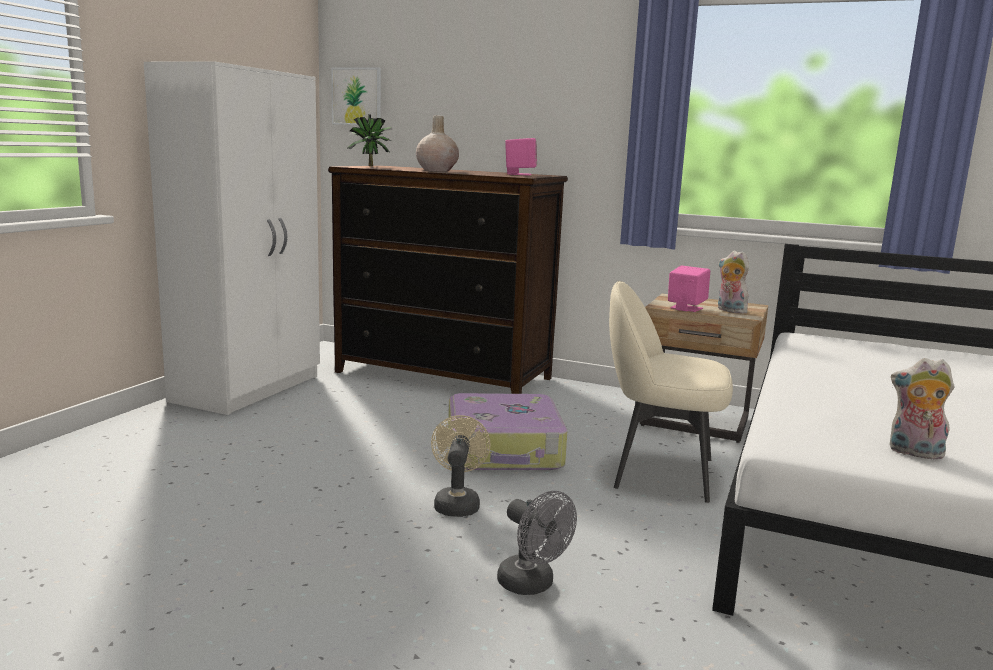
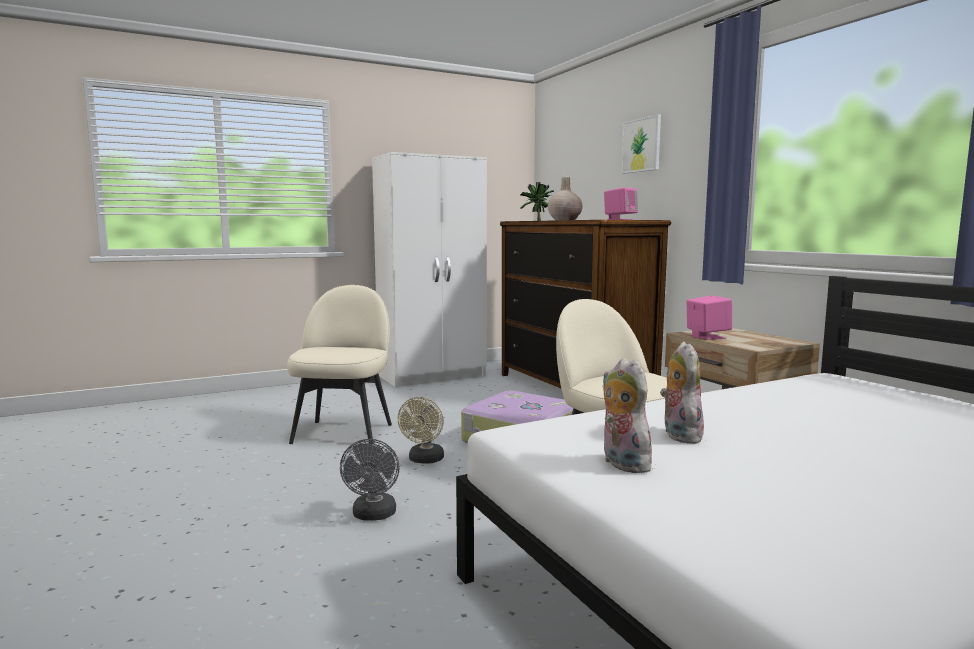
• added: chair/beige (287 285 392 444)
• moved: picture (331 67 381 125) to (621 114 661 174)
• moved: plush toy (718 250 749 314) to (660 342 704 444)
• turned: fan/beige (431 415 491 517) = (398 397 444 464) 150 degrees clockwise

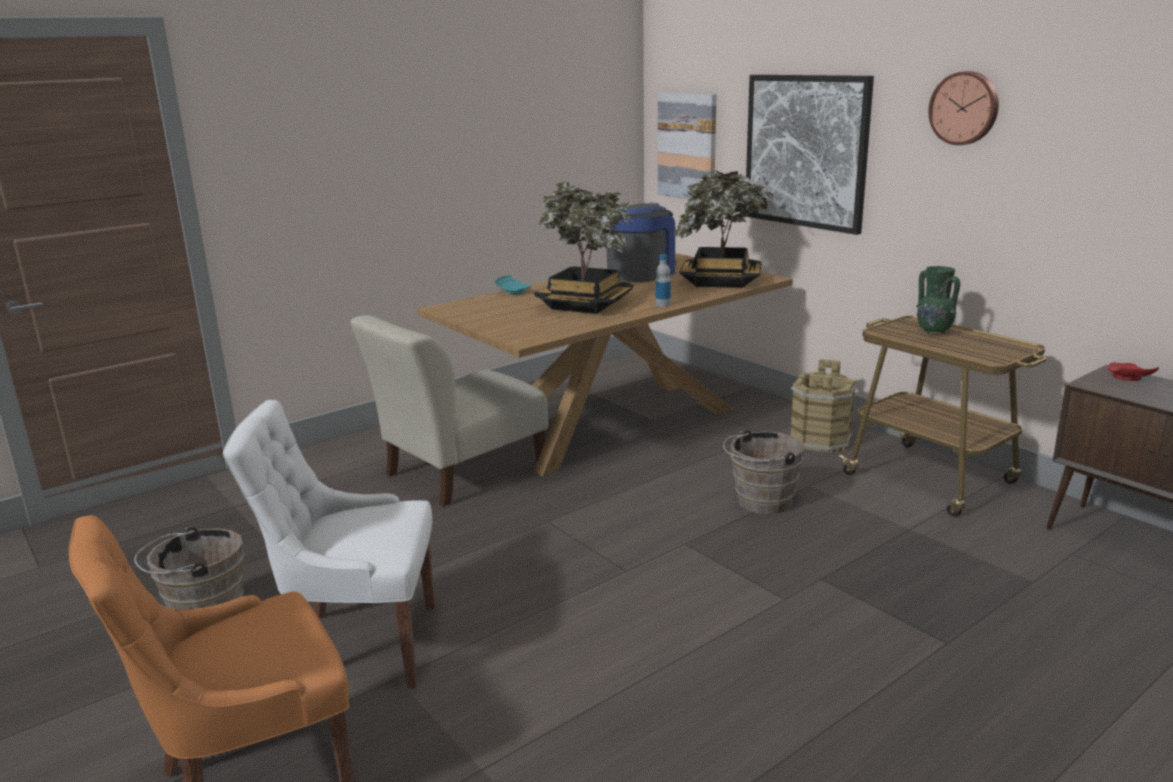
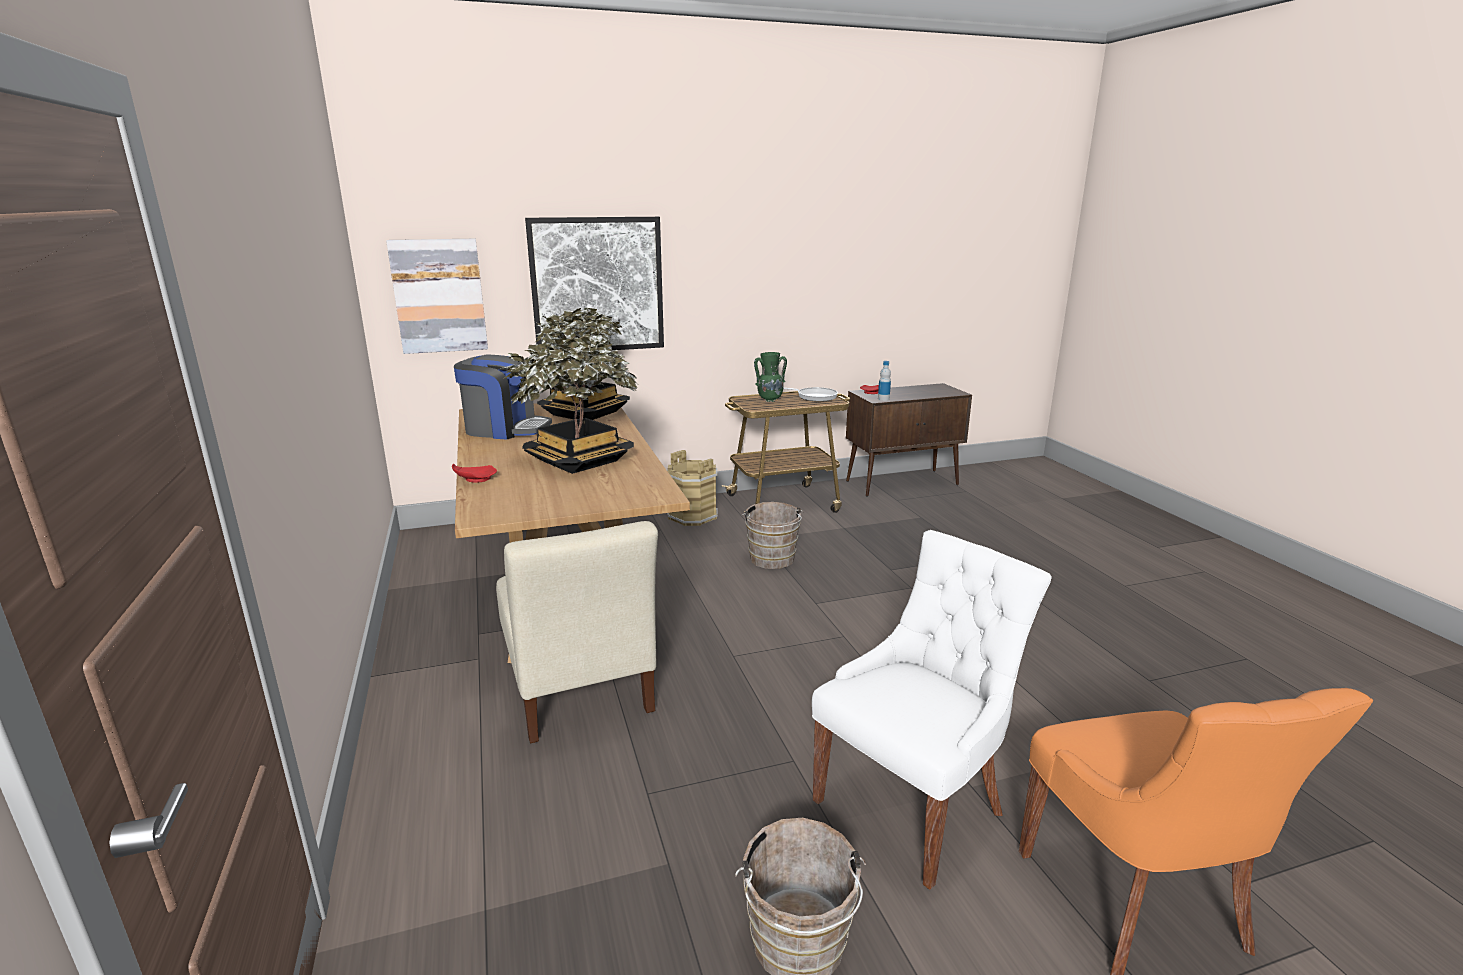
• removed: wall clock (928 71 999 145)
• added: frying pan (783 387 838 402)
• moved: bottle (655 254 671 307) to (878 361 891 401)
• recoloured: plate/turquoise (495 275 531 295) to plate/red (452 464 497 483)
• turned: chair/white (223 400 435 689) = (812 530 1052 890) 150 degrees counterclockwise
• turned: coffee machine (607 203 677 282) = (454 354 552 440) 135 degrees clockwise

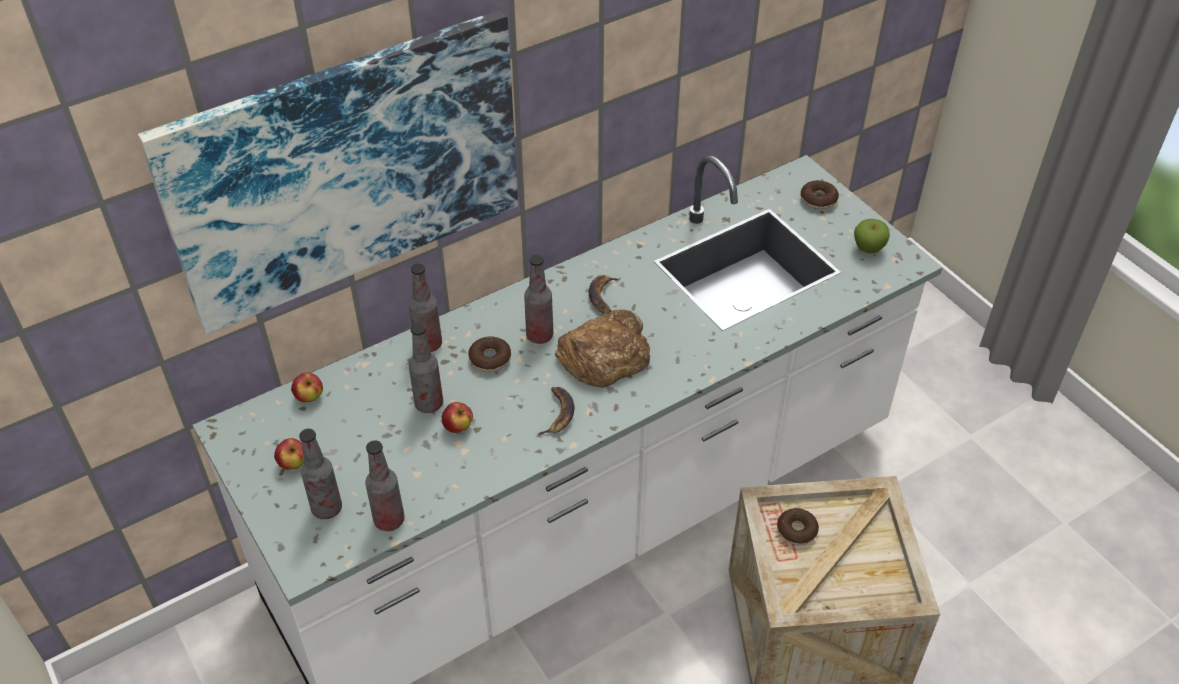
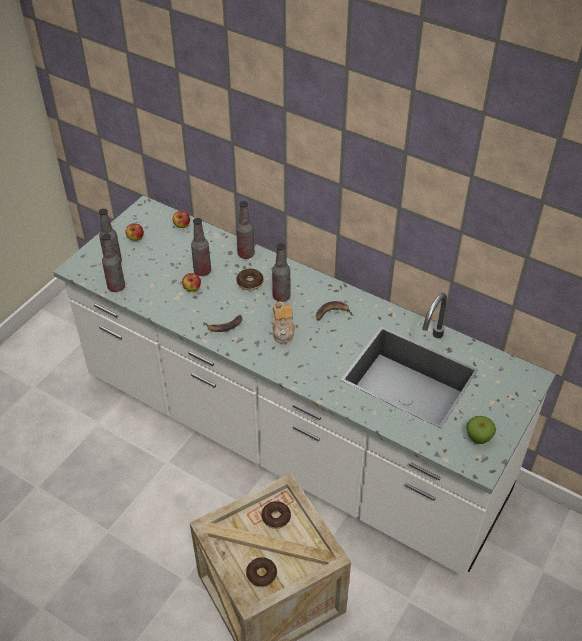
• removed: picture (138 10 518 334)
• moved: donut (800 180 839 209) to (246 557 277 587)
• replaced: bread (555 309 650 387) to teapot (272 301 295 344)

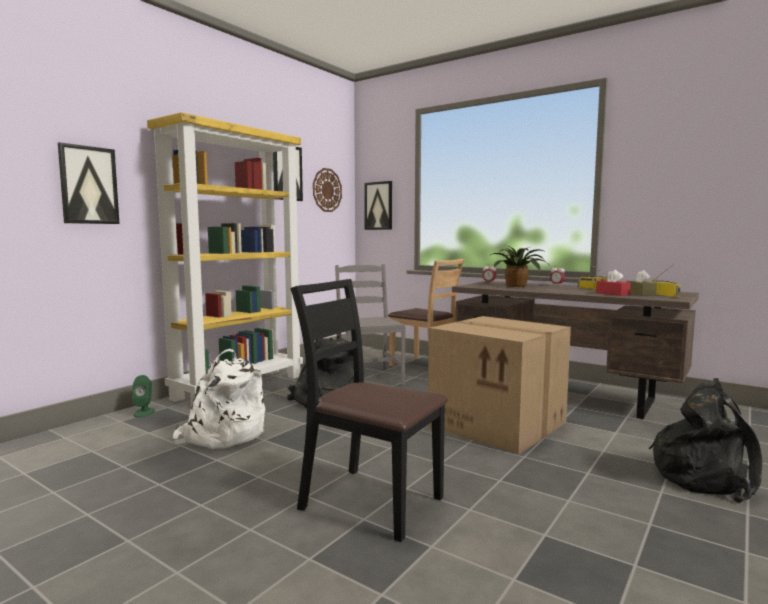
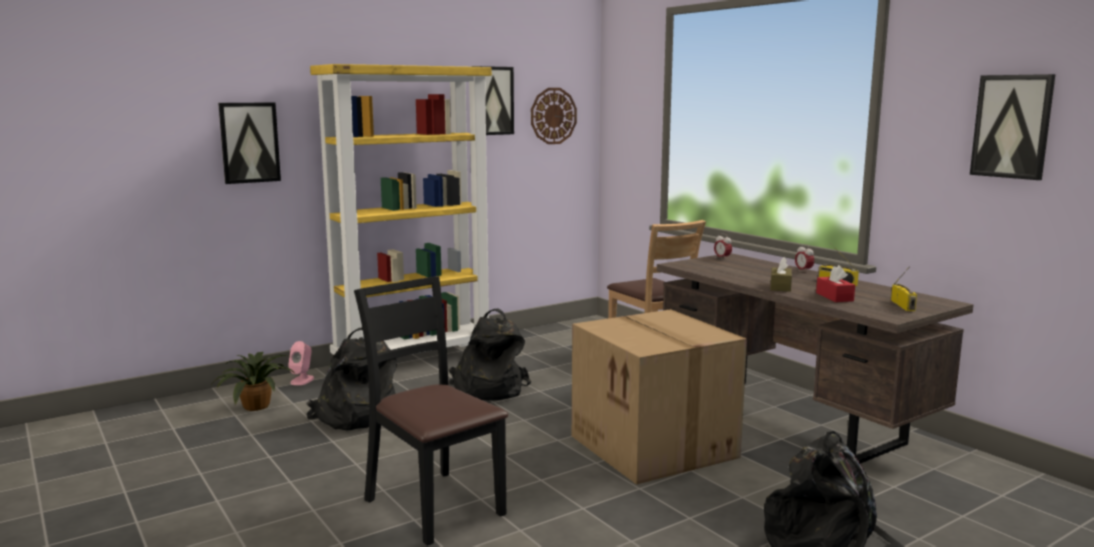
• removed: chair/grey (335 264 405 384)
• moved: picture (364 181 392 230) to (970 74 1055 180)
• moved: potted plant (490 246 547 287) to (210 352 295 411)
• moved: tissue box/brown (626 270 657 296) to (770 257 792 292)
• recoloured: speaker/green (132 375 155 418) to speaker/pink (288 341 314 385)
• recoloured: backpack/white (173 349 265 449) to backpack/black (306 327 397 430)

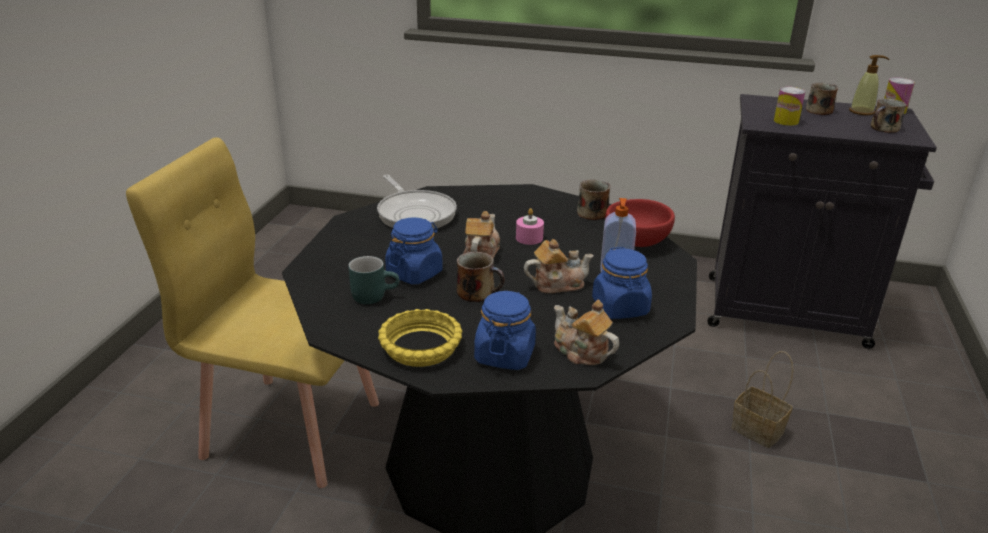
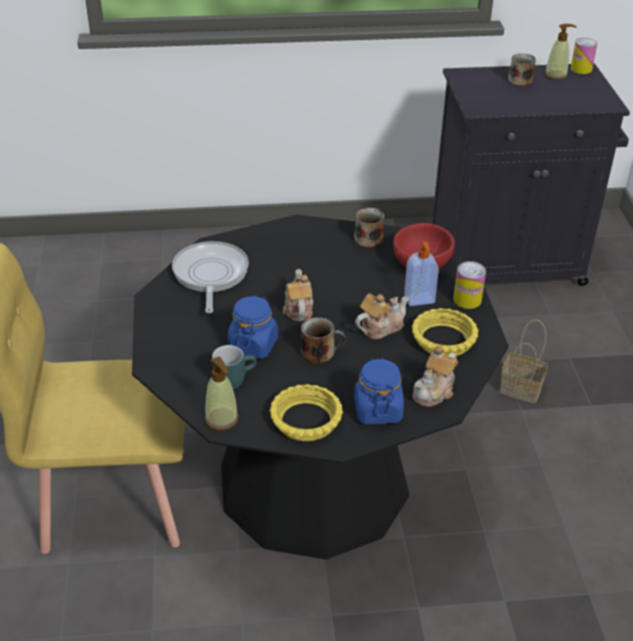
• removed: candle/pink (516 208 544 245)
• removed: mug (871 98 907 133)
• added: soap dispenser (205 356 239 430)
• moved: can (774 87 805 126) to (453 261 486 309)
• replaced: jar/blue (592 247 652 319) to bowl/yellow (412 308 479 356)
• turned: frying pan (377 175 457 230) = (172 241 249 313) 135 degrees counterclockwise
• turned: teapot (554 300 619 365) = (412 346 458 407) 75 degrees counterclockwise

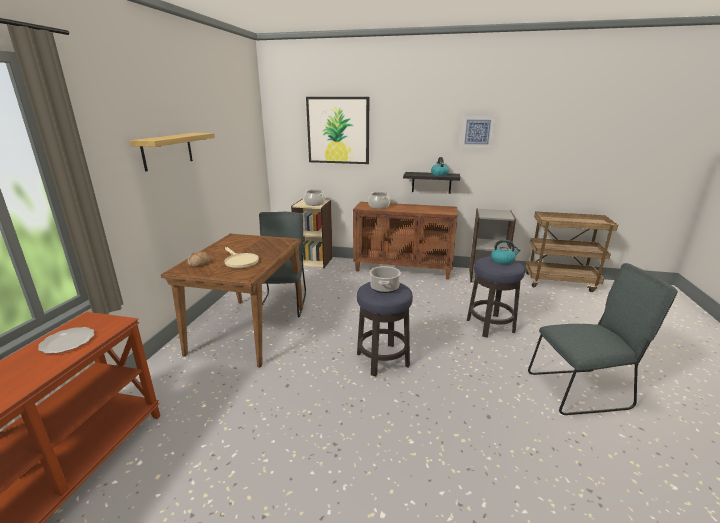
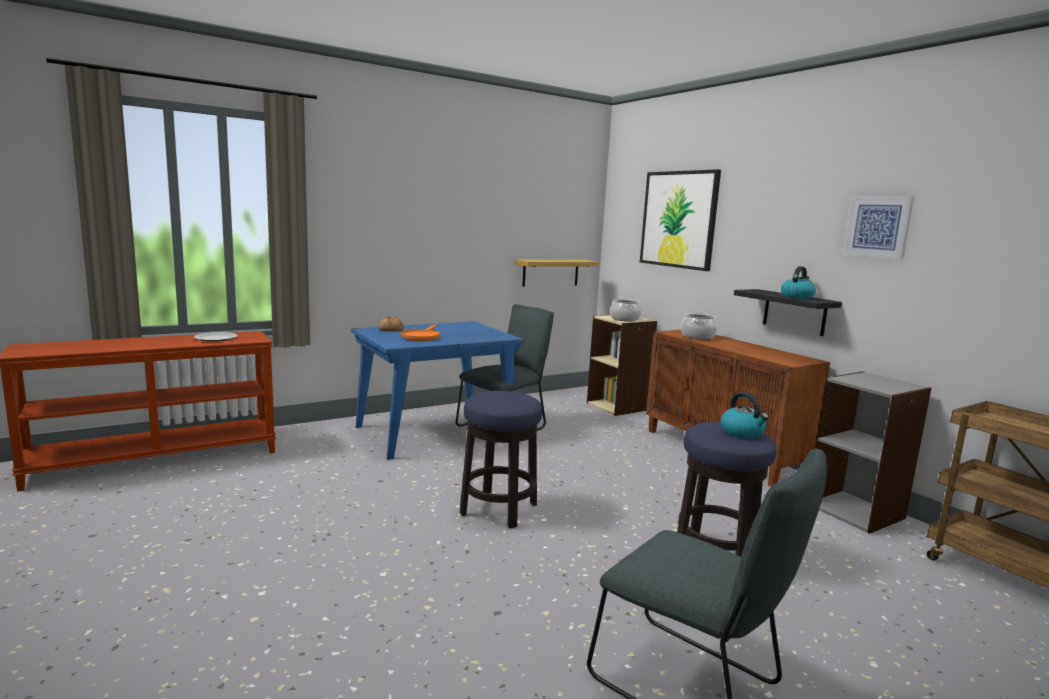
• removed: cooking pot (370 266 401 293)
• moved: shelf (130 133 215 172) to (515 260 600 287)
• recoloured: dining table/brown (161 234 303 367) to dining table/blue (351 321 524 460)
• recoloured: frying pan/beige (225 247 259 268) to frying pan/orange (401 324 440 341)

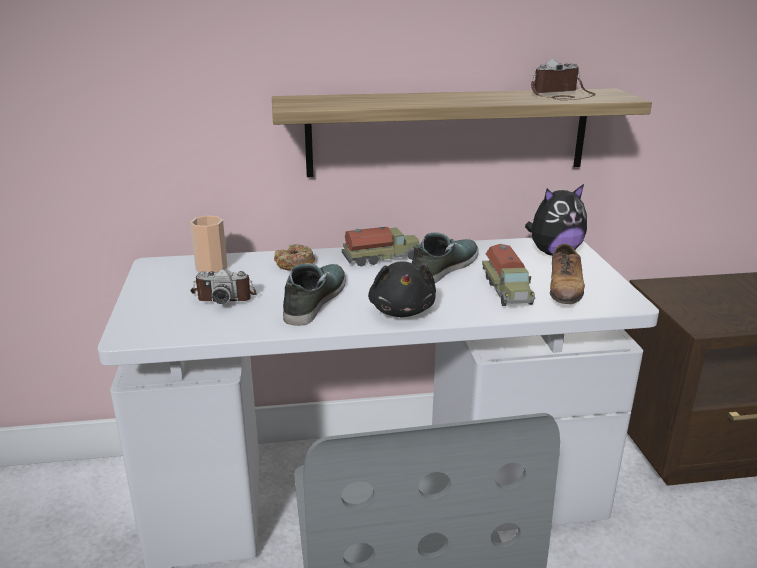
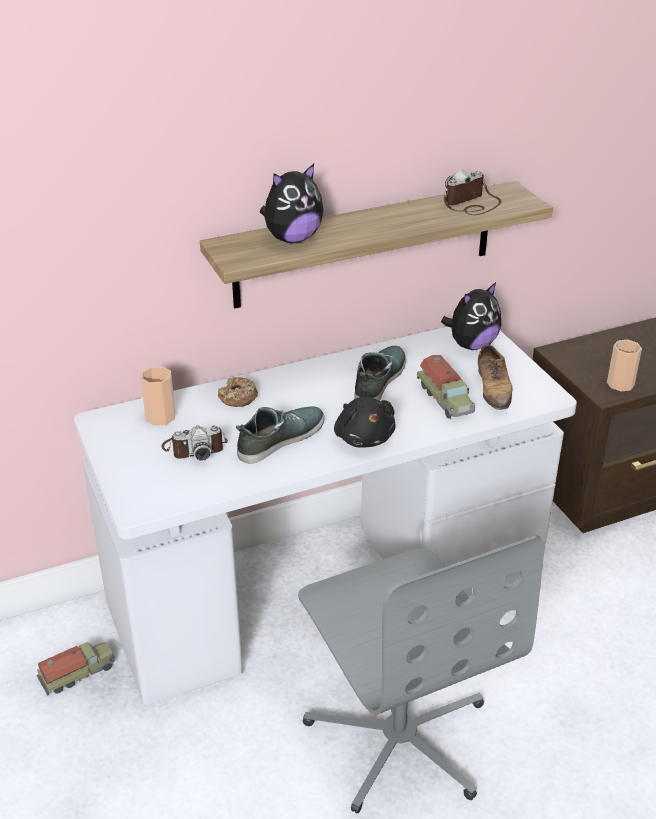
• added: plush toy (260 164 324 243)
• added: cup (607 340 642 391)
• moved: toy truck (342 227 419 267) to (37 642 115 696)
• turned: shoe (283 263 346 326) = (236 406 325 464) 45 degrees clockwise

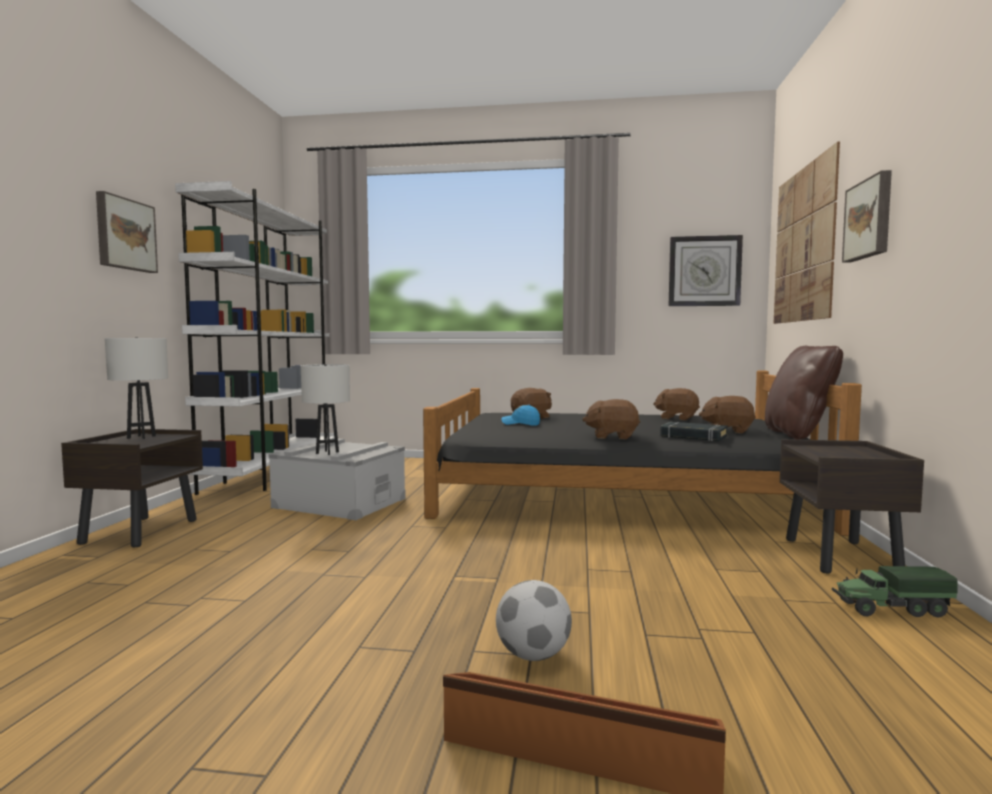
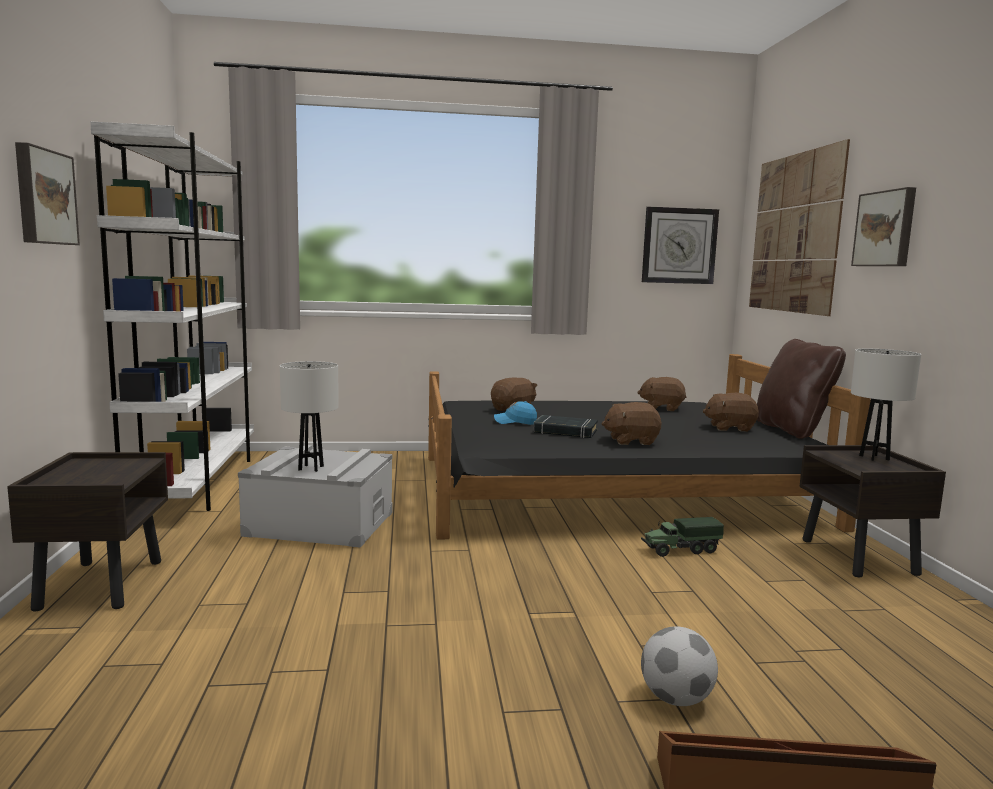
• moved: table lamp/white (105 338 168 439) to (851 349 921 461)
• moved: book/black (660 422 728 441) to (533 415 598 438)
• moved: toy truck (832 566 958 617) to (641 517 724 557)

